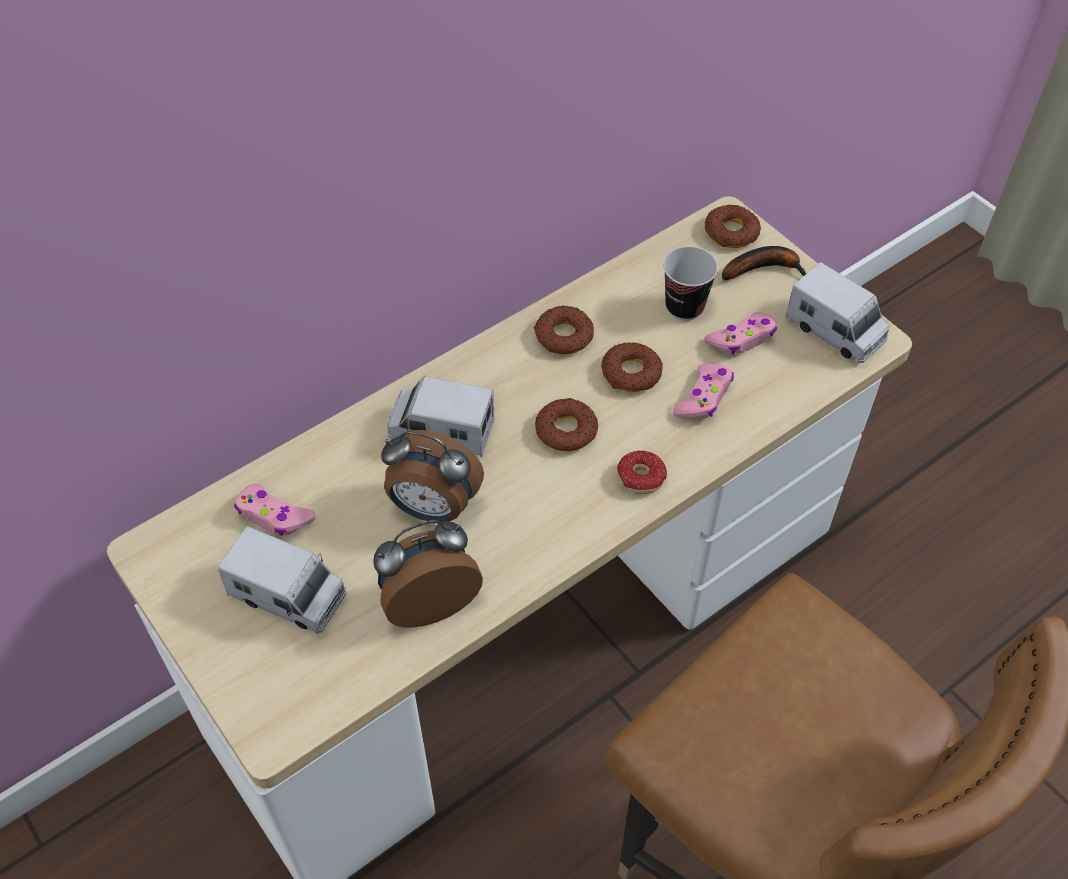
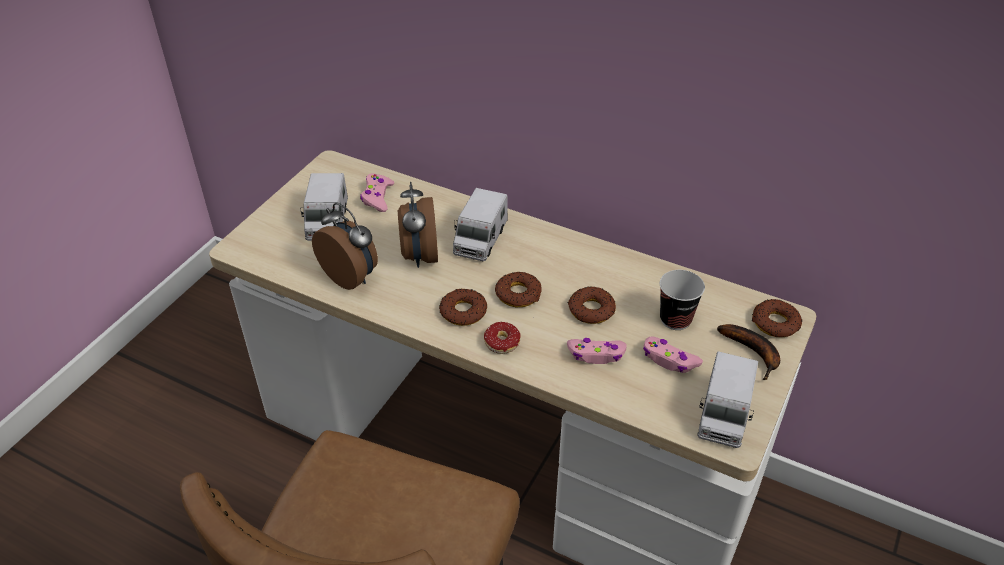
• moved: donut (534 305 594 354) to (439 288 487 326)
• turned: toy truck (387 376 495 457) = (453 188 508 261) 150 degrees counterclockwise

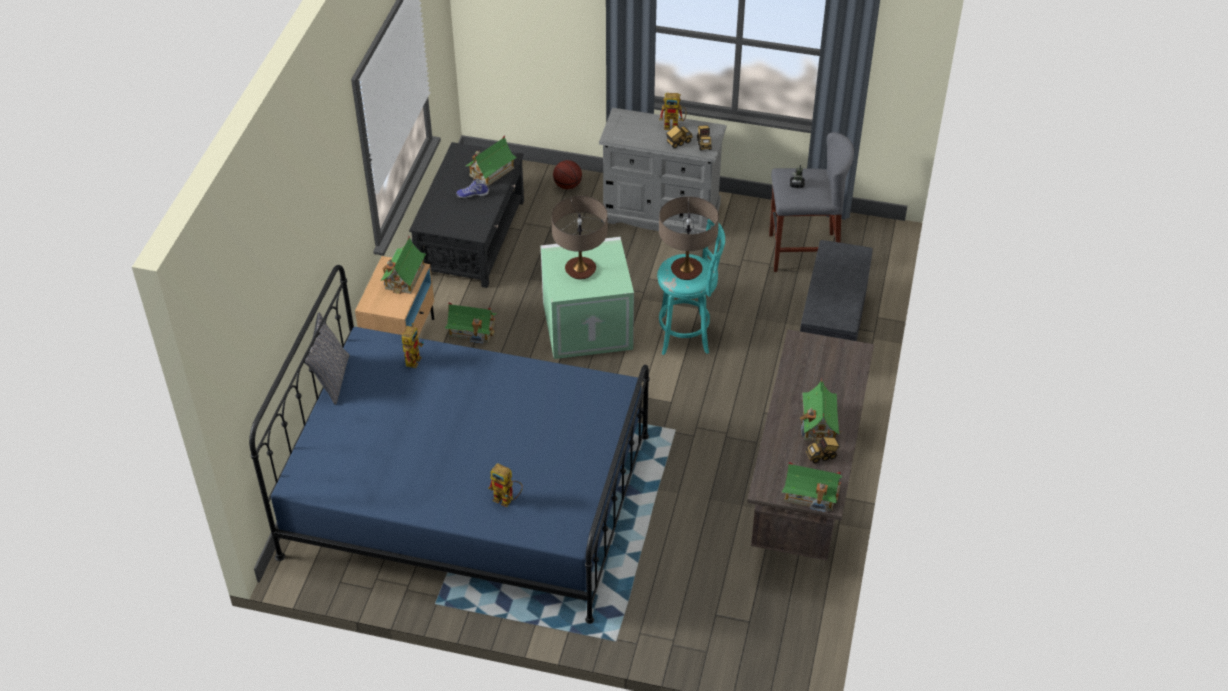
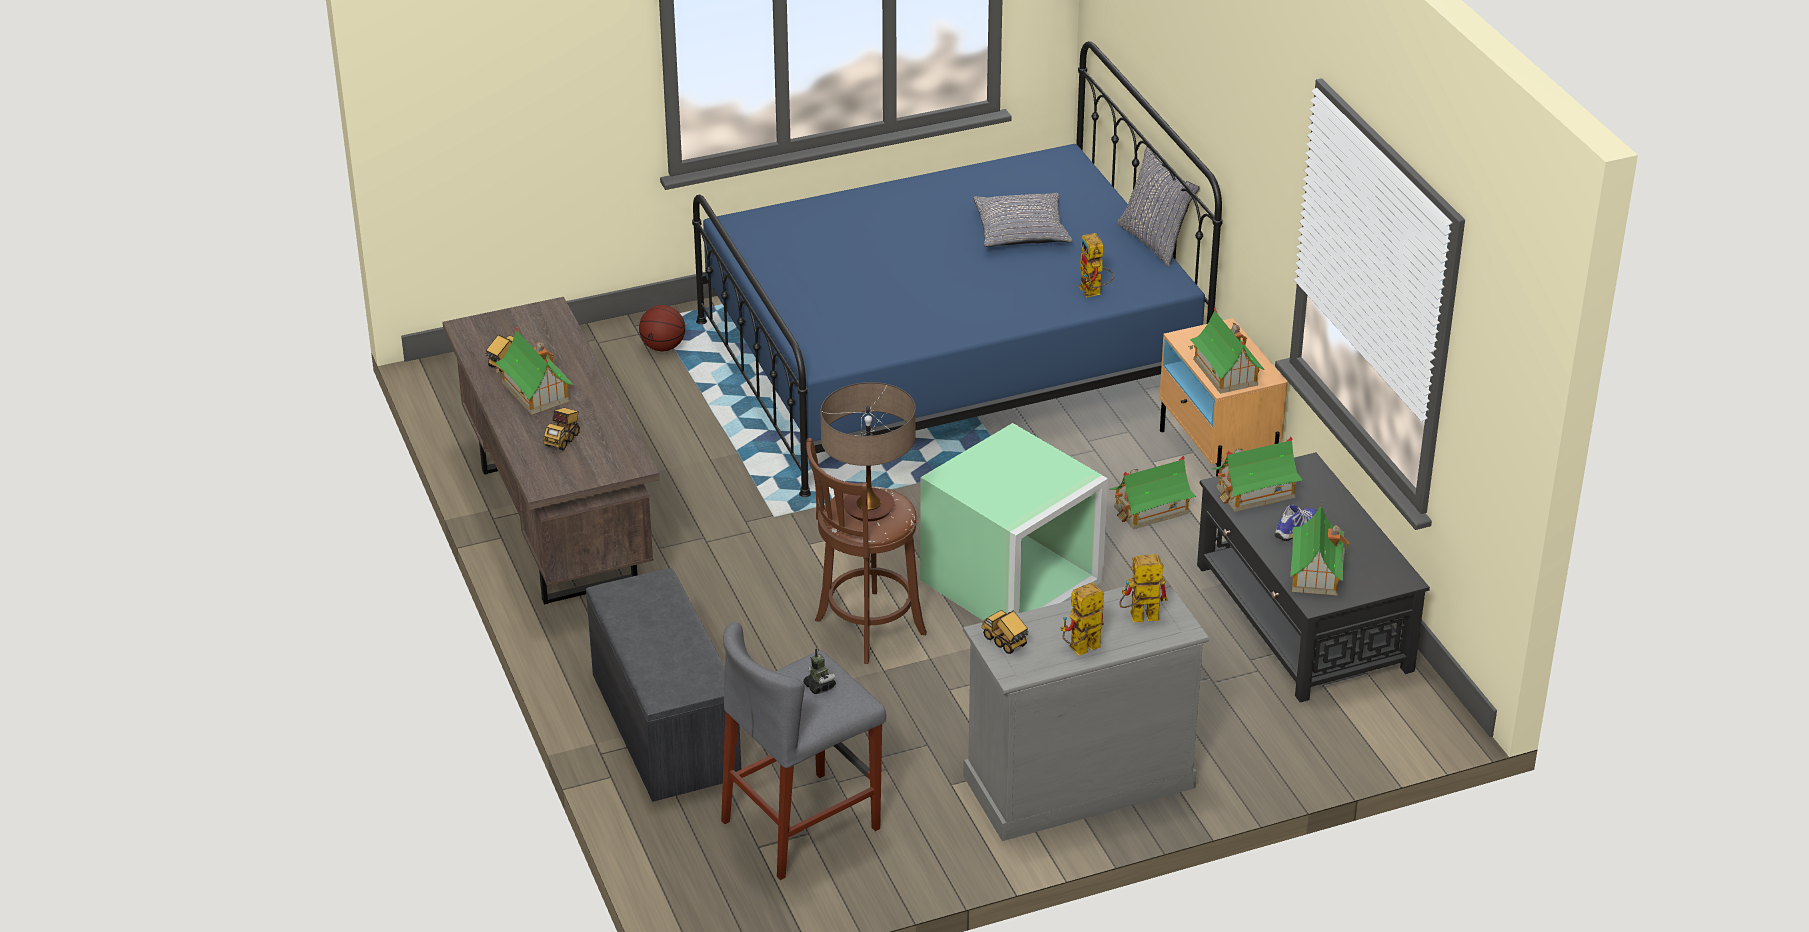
• removed: table lamp (551 196 608 279)
• added: pillow/grey (973 193 1073 247)
• moved: toy robot (488 463 523 507) to (1119 554 1168 622)
• moved: basketball (553 160 582 189) to (639 305 685 351)
• moved: toy truck (666 125 693 148) to (544 408 580 450)
• moved: toy house (782 462 843 512) to (1212 437 1303 512)
• recoloured: stool/turquoise (657 219 725 355) to stool/brown (806 438 927 664)

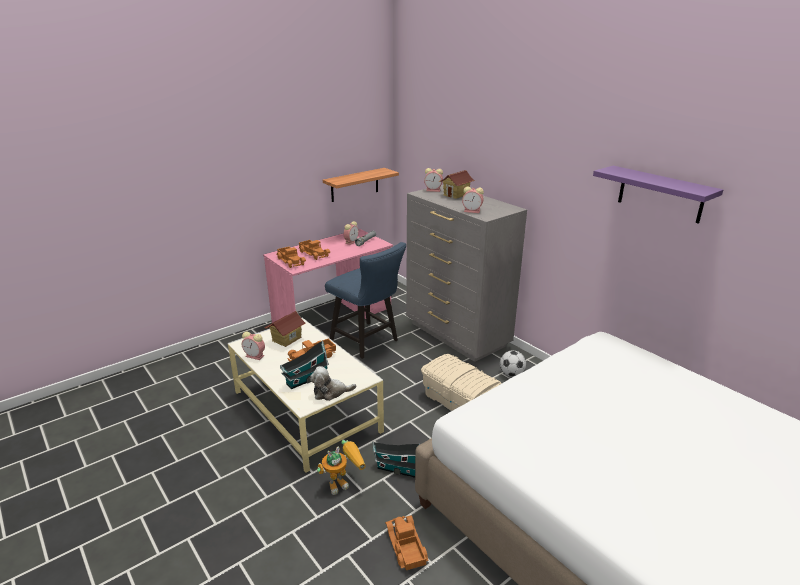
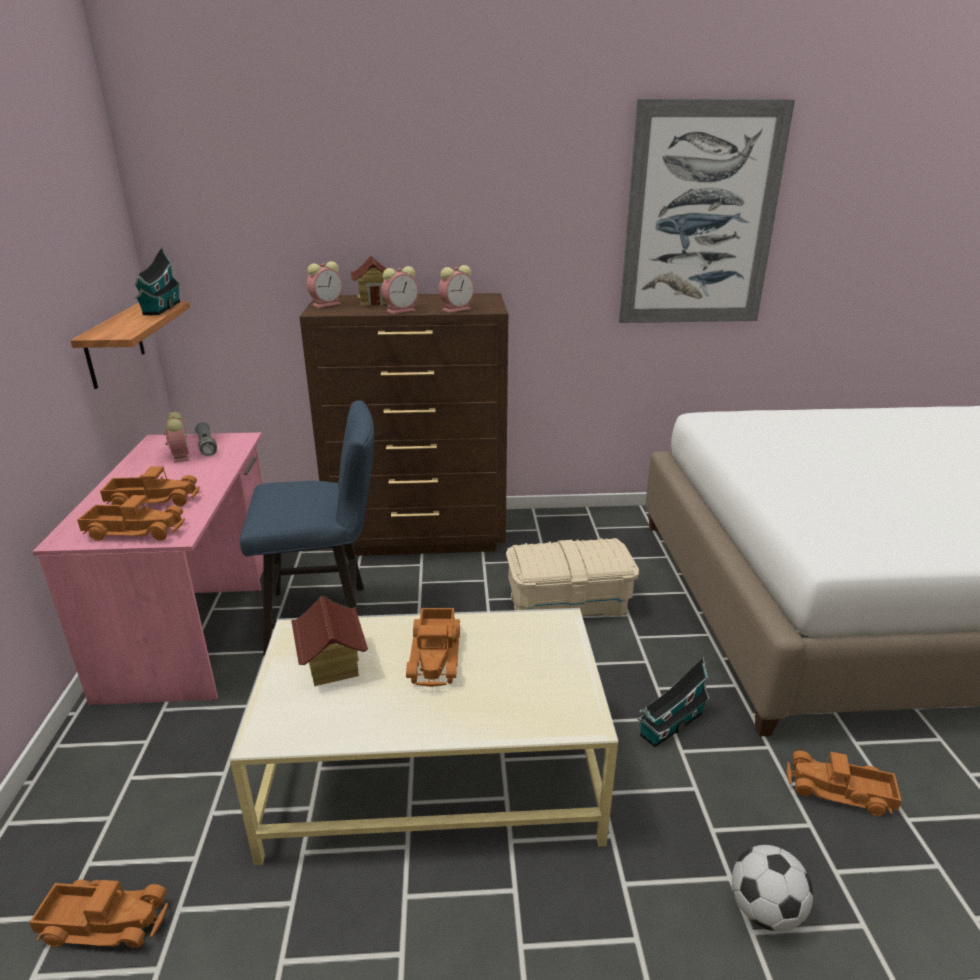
• removed: plush toy (310 366 356 401)
• removed: toy robot (317 440 366 495)
• added: toy truck (29 880 168 948)
• moved: alarm clock (242 332 265 360) to (382 266 418 314)
• moved: toy house (280 341 329 389) to (134 247 180 315)
• moved: football (500 350 526 377) to (732 845 813 932)
• replaced: shelf/purple (593 166 723 224) to picture (619 99 795 323)
• recoloured: dresser/grey (406 185 527 362) to dresser/brown (299 293 508 556)

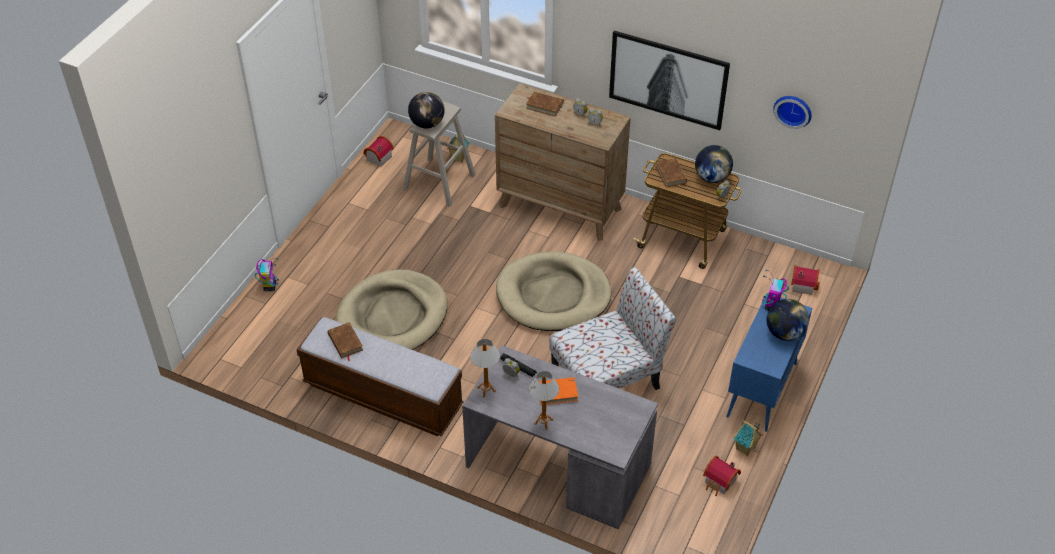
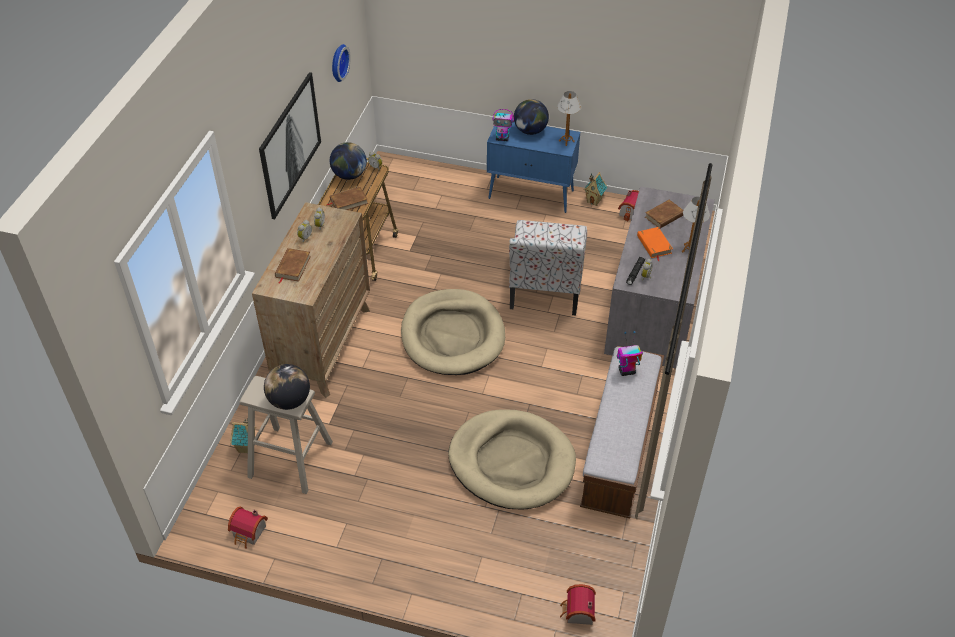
• moved: toy robot (255 258 279 291) to (617 331 643 376)
• moved: book/brown (328 322 363 361) to (645 200 683 228)
• moved: table lamp (470 339 500 397) to (557 91 581 146)
• moved: toy house (791 265 820 295) to (560 584 596 625)
• turned: chair (549 267 676 390) = (509 220 587 316) 135 degrees counterclockwise

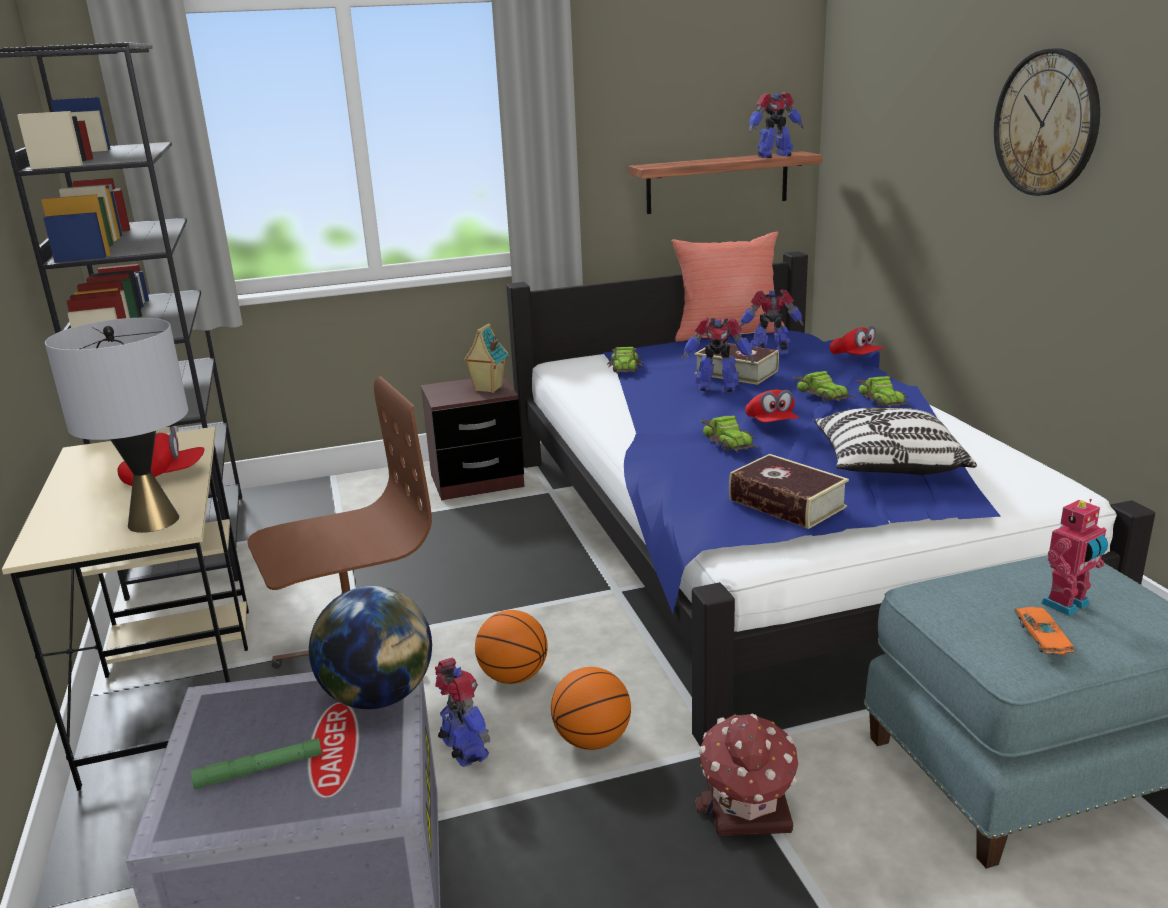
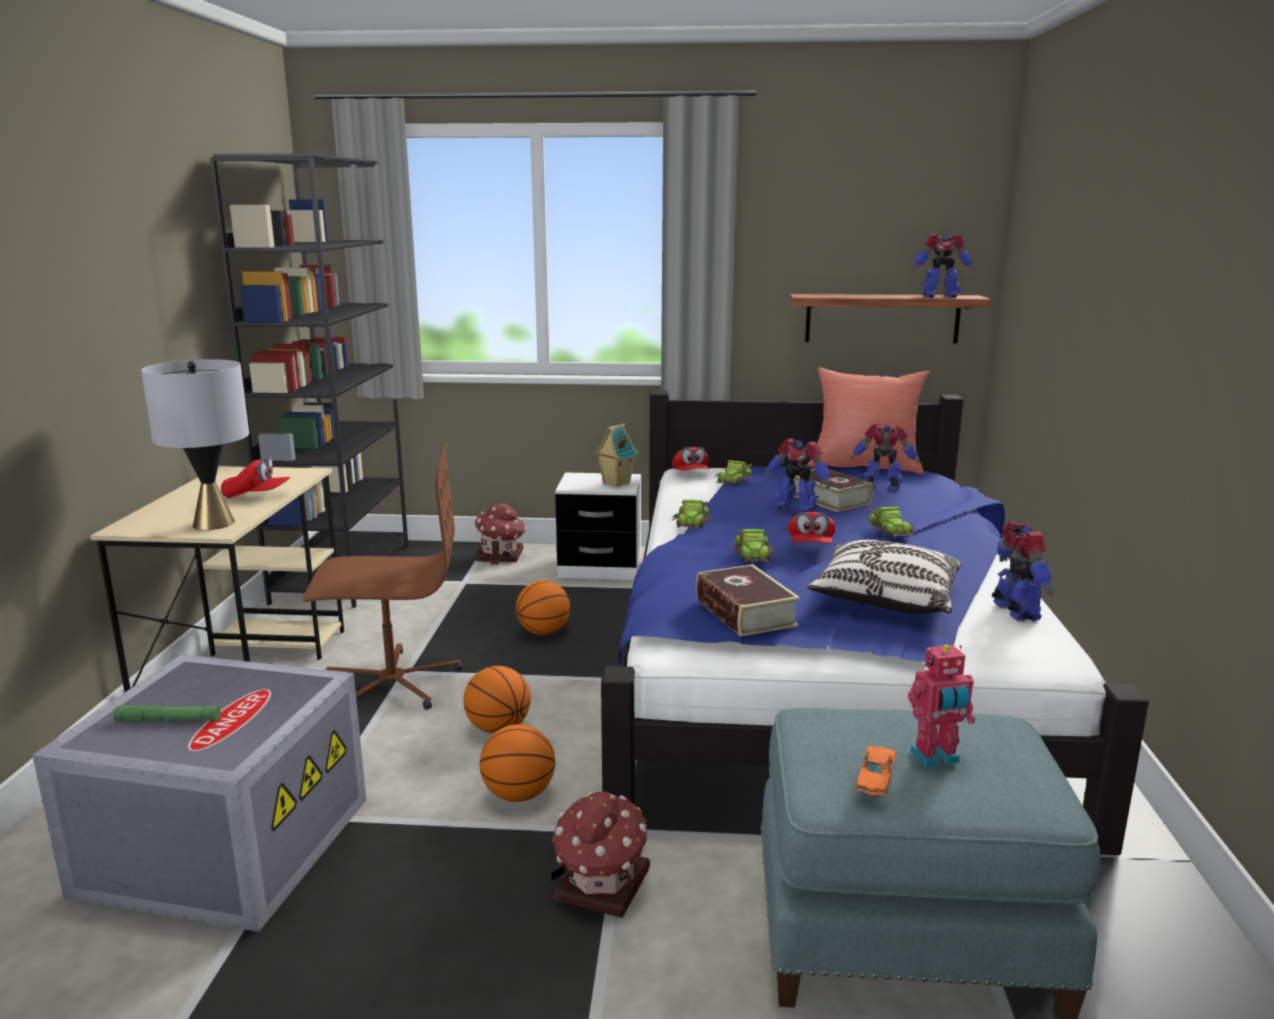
• removed: globe (309 586 432 709)
• removed: wall clock (994 48 1100 196)
• added: toy house (474 504 526 565)
• added: basketball (516 580 570 635)
• moved: toy robot (435 658 490 767) to (992 522 1054 621)
• moved: cap/red (830 326 885 355) to (672 447 710 471)
• moved: toy car (856 376 911 408) to (672 499 711 529)
• recoloured: nightstand/brown (421 375 524 500) to nightstand/white (555 472 641 580)

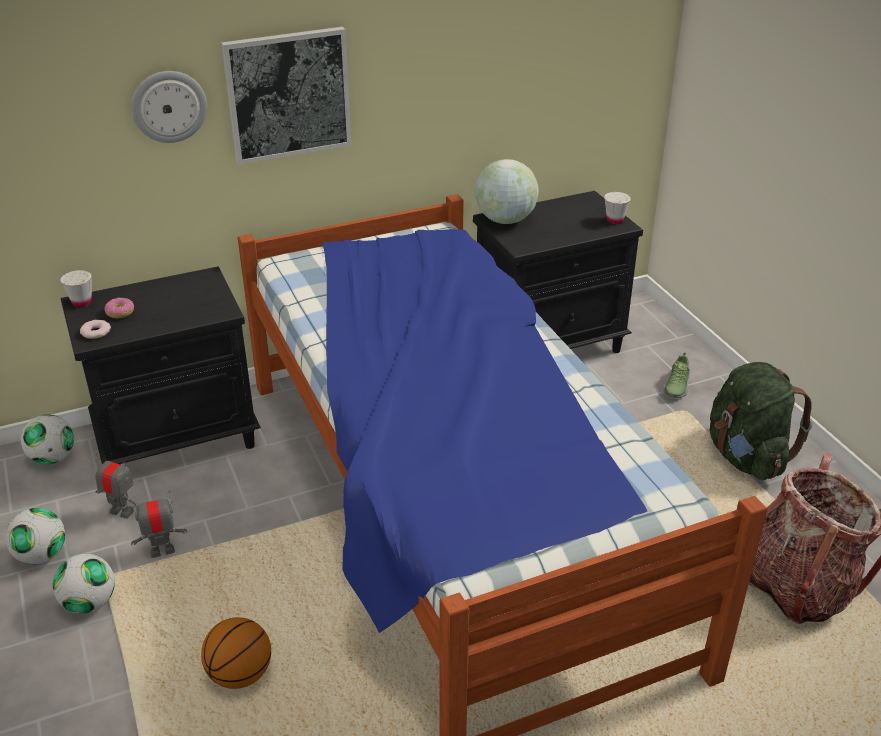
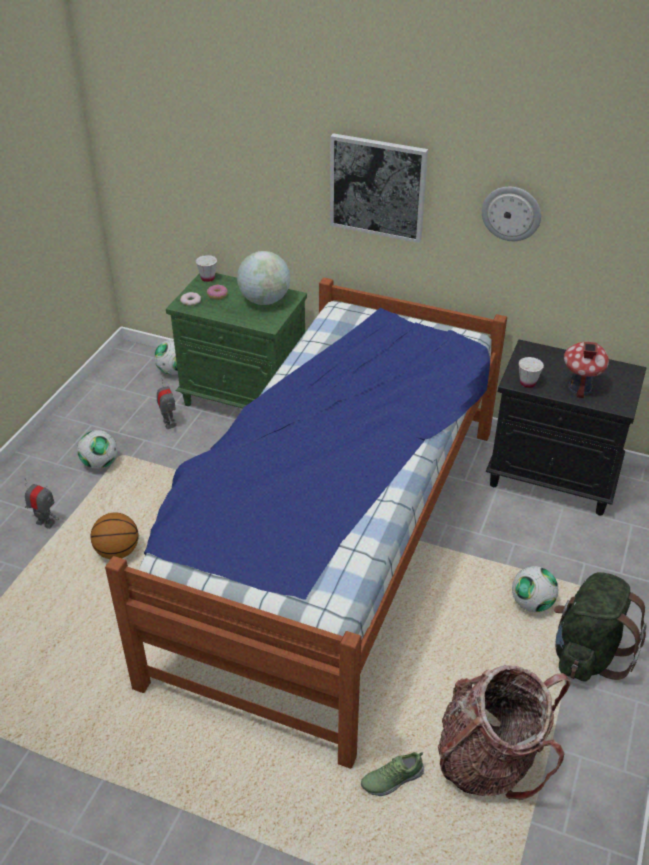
• added: toy house (564 341 609 398)
• moved: football (5 508 65 565) to (512 566 558 612)
• moved: toy robot (130 491 187 558) to (25 479 59 529)
• moved: wall clock (131 71 207 143) to (482 187 541 241)
• moved: globe (475 159 539 224) to (237 251 290 305)
• moved: cup/white (604 192 631 224) to (519 357 544 388)
• moved: shoe (663 352 690 398) to (361 752 424 796)
• recoloured: nightstand/black (61 267 261 465) to nightstand/green (166 273 307 408)

